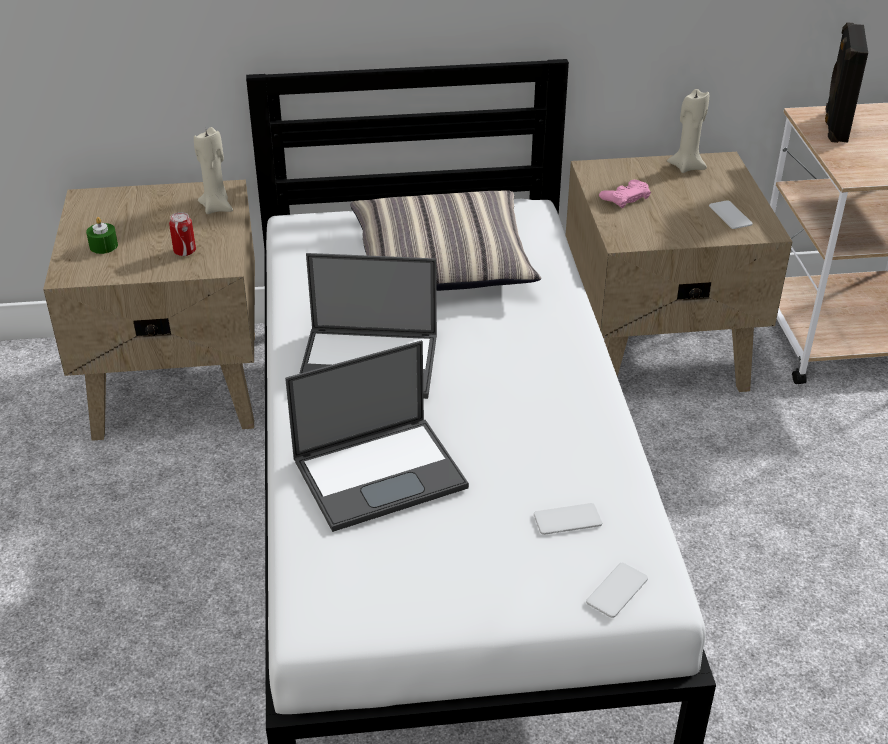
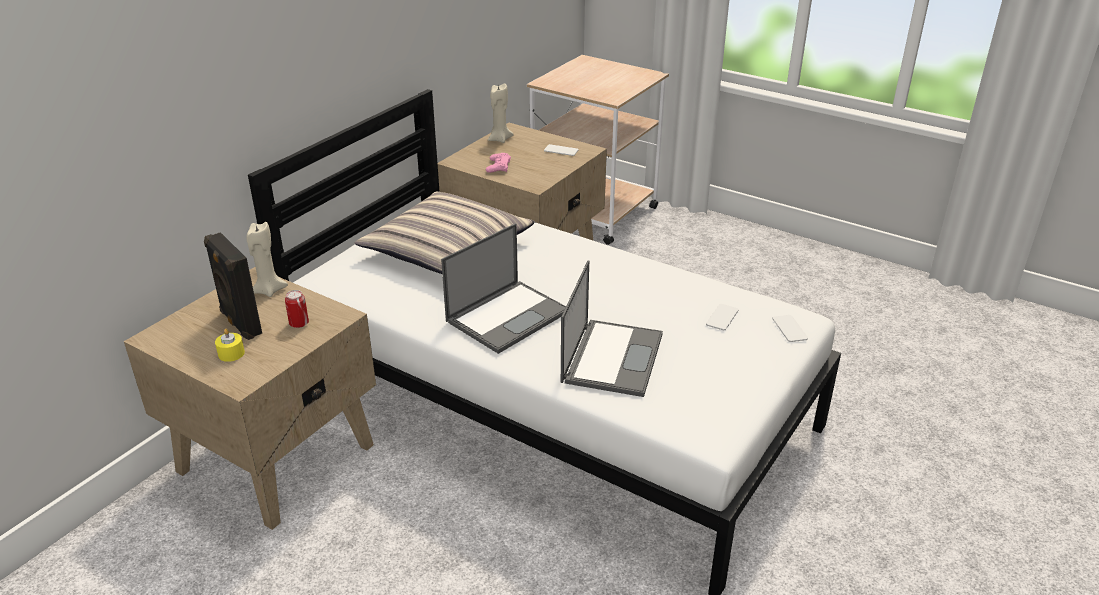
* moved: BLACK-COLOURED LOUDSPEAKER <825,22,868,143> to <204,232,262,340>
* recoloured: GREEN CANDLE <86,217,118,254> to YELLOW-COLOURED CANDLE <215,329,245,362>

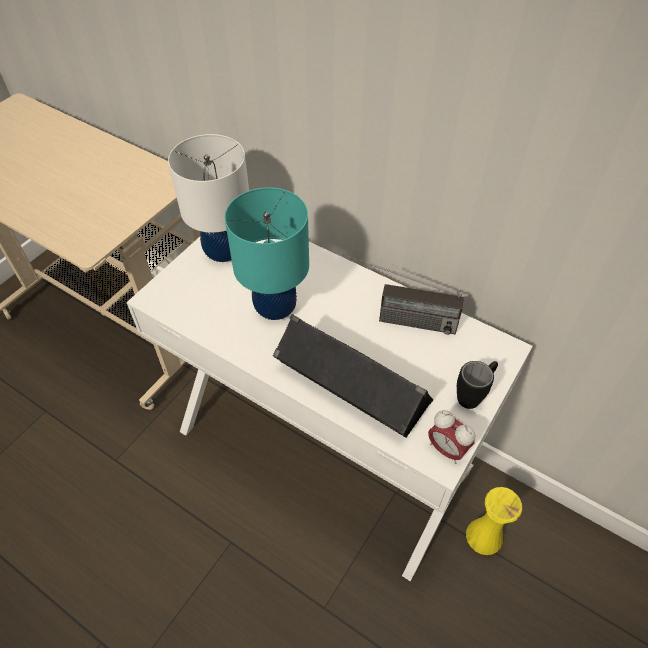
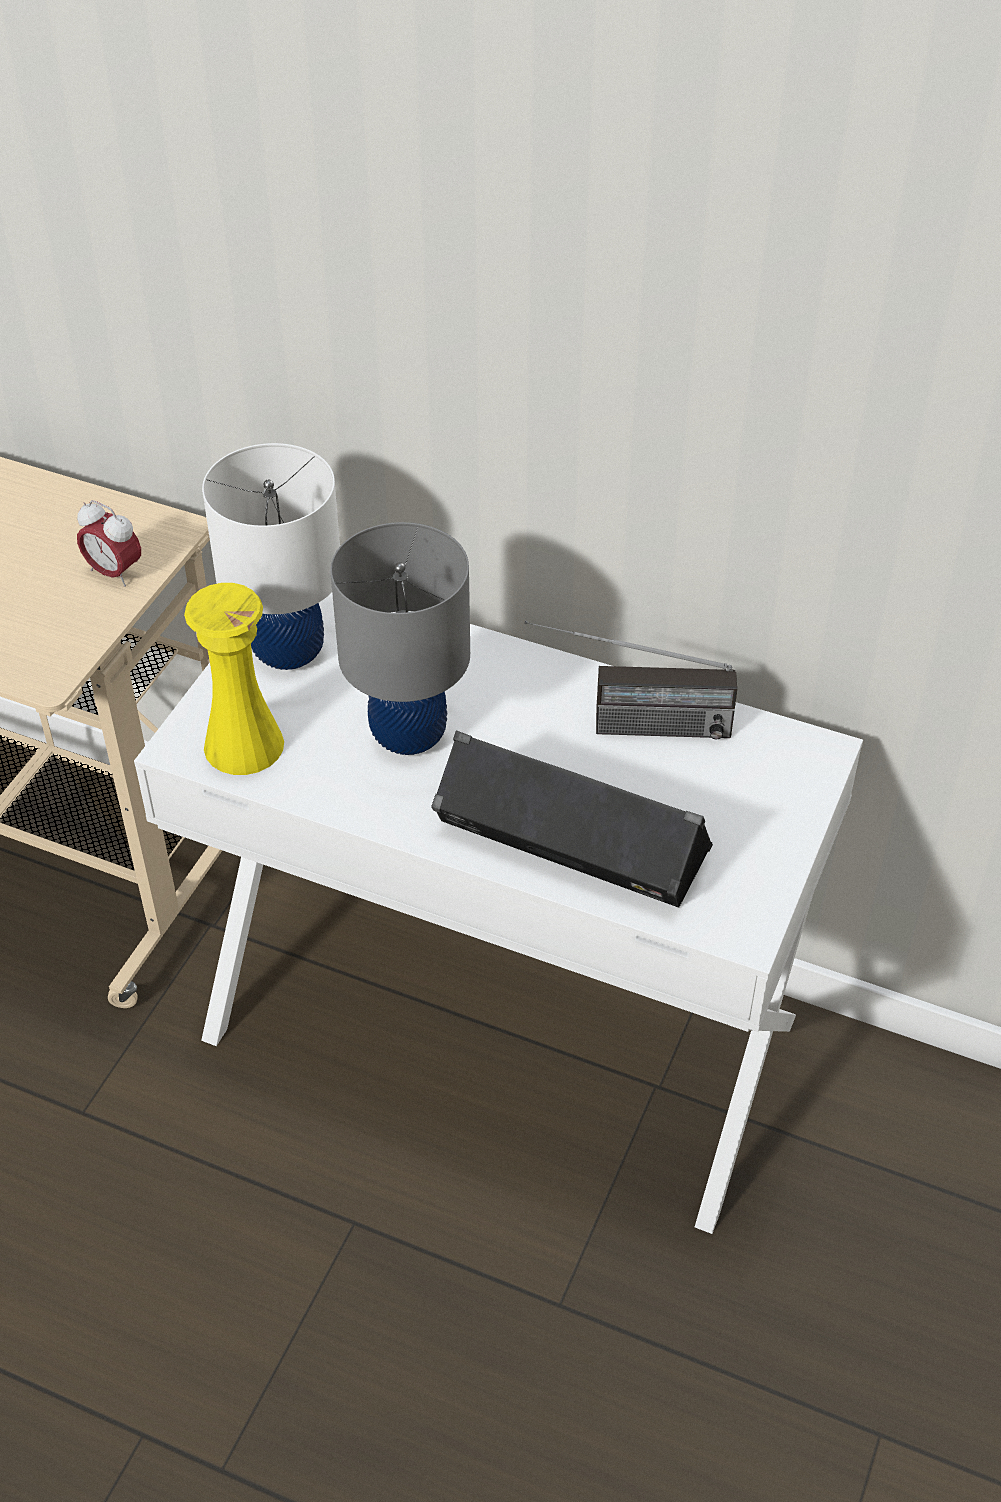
* removed: BLACK-COLOURED MUG <457,361,498,409>
* moved: ALARM CLOCK <428,410,475,464> to <77,500,141,587>
* moved: YELLOW-COLOURED VASE <466,487,522,555> to <184,583,284,775>
* recoloured: TURQUOISE-COLOURED TABLE LAMP <225,187,309,320> to GREY TABLE LAMP <330,522,470,755>

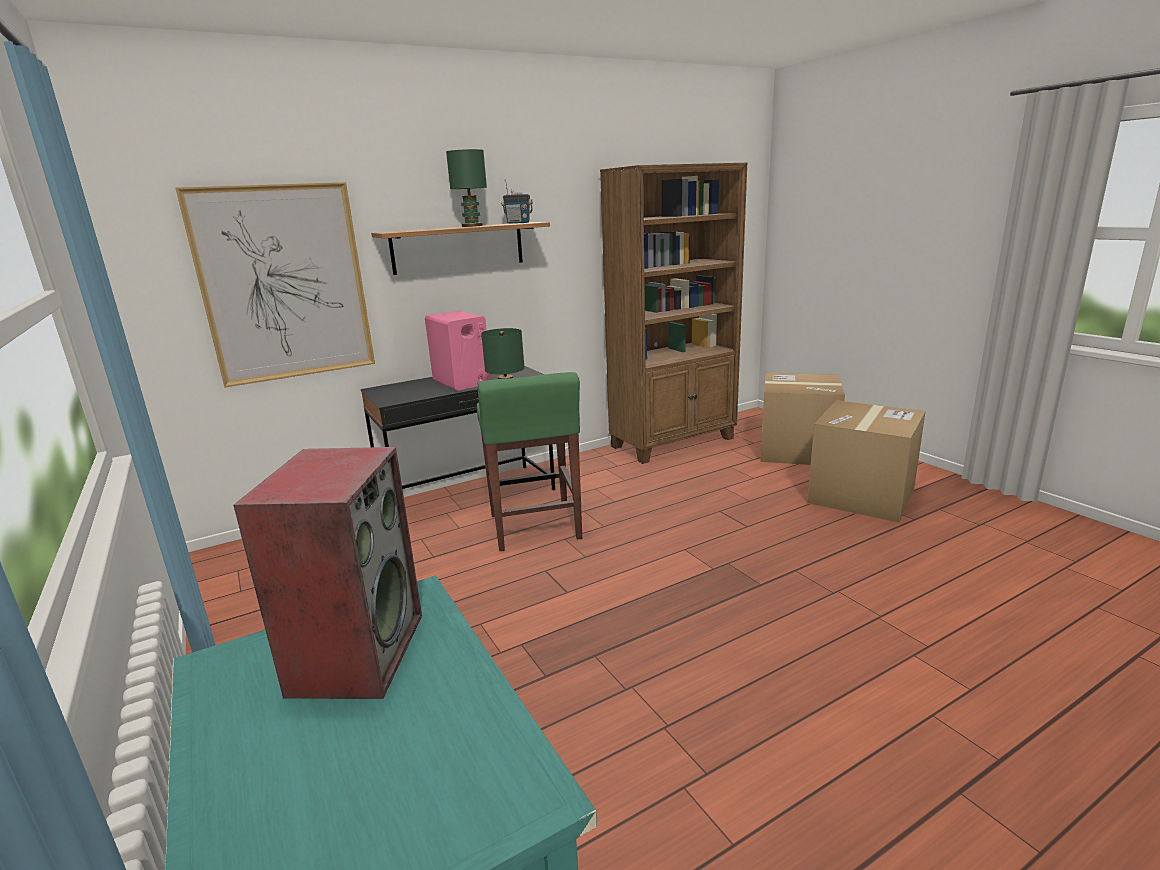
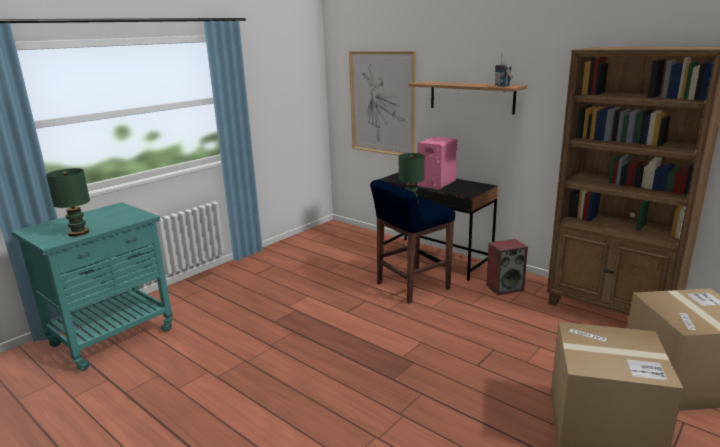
* moved: LOUDSPEAKER <233,447,422,699> to <486,239,528,295>
* moved: GREEN TABLE LAMP <446,149,487,227> to <46,168,90,236>
* recoloured: GREEN SITTING STOOL <477,372,582,551> to BLUE-COLOURED SITTING STOOL <370,180,455,303>

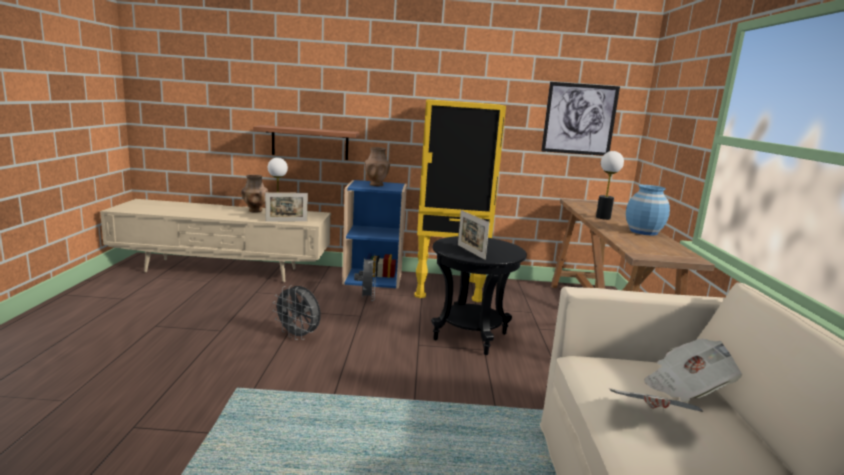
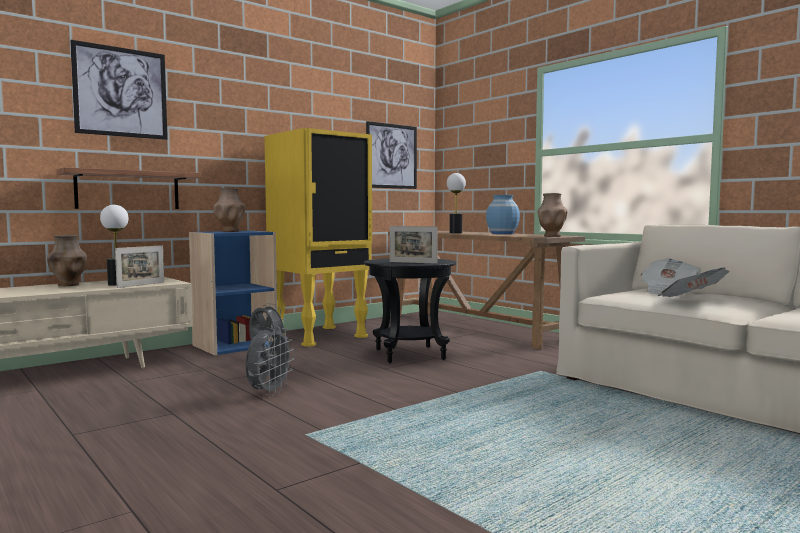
* added: PICTURE <70,40,168,140>
* added: BROWNISH VASE <537,193,567,237>
* turned: GREY ELECTRIC FAN <273,285,321,340> = <246,326,294,396> 60 degrees counterclockwise

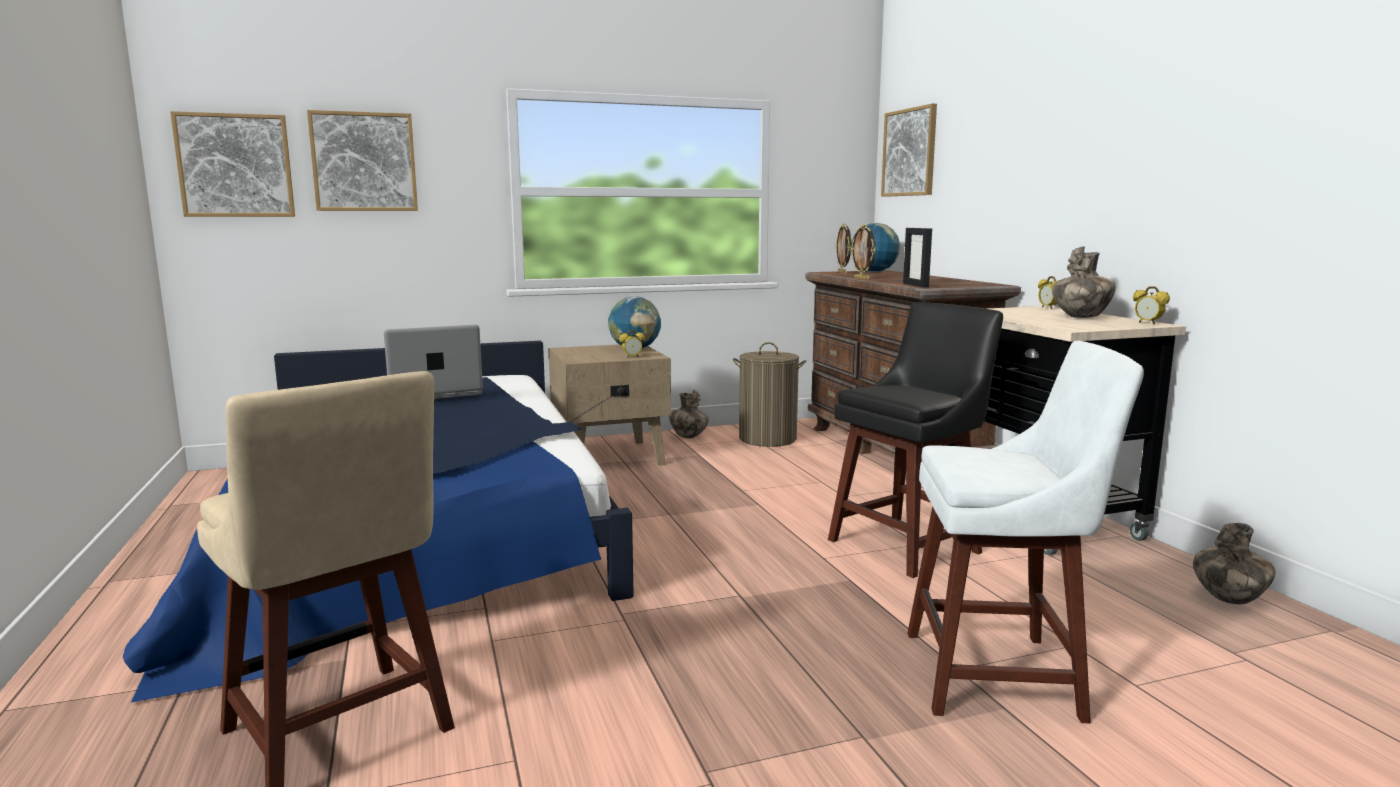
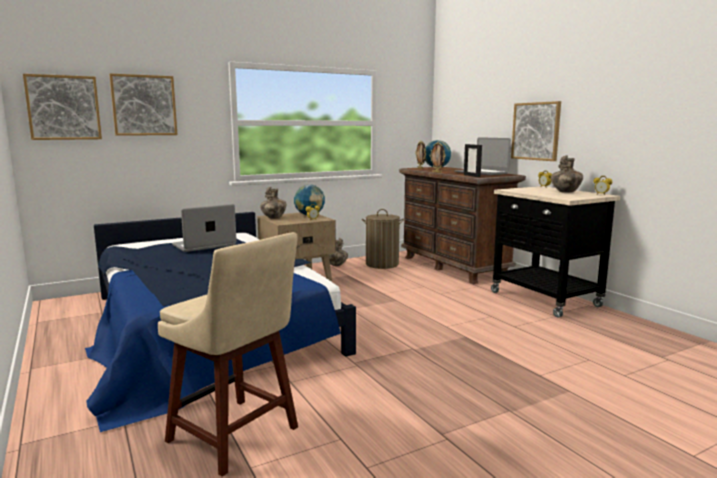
* removed: BLACK-COLOURED PLAIN CHAIR <828,302,1003,578>
* removed: WHITE PLAIN CHAIR <908,341,1144,723>
* added: NOTEBOOK COMPUTER <454,137,511,175>
* moved: PICTURE <881,104,937,197> to <511,101,561,161>
* moved: VASE <1193,523,1275,604> to <260,187,287,219>

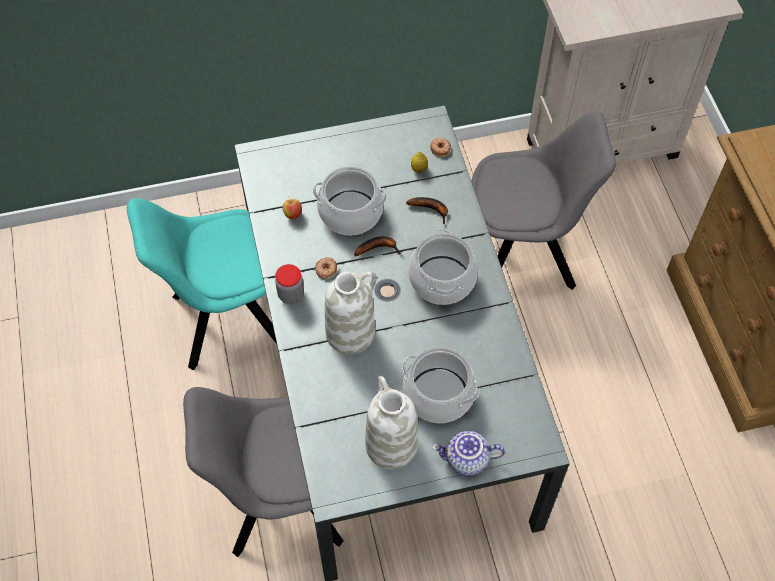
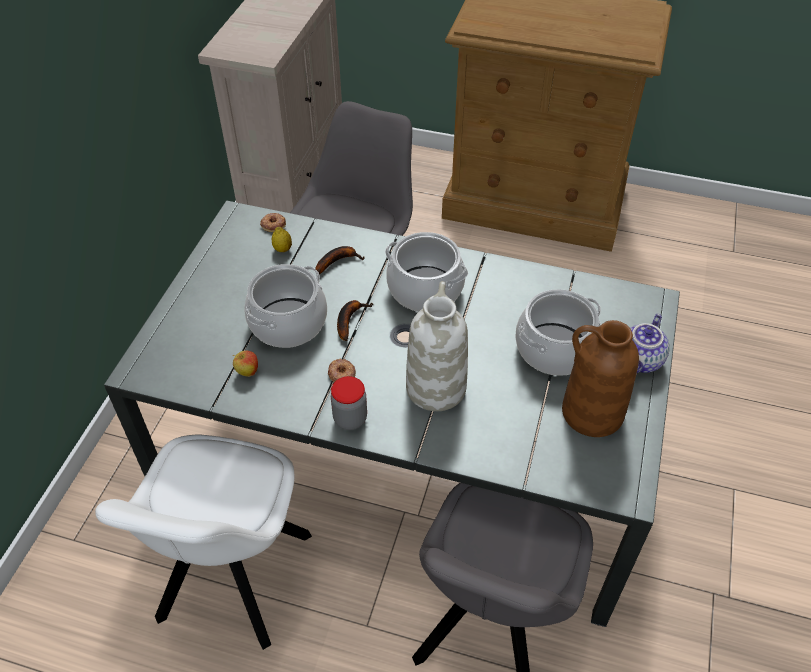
* recoloured: TURQUOISE-COLOURED PLAIN CHAIR <127,198,277,370> to WHITE PLAIN CHAIR <95,435,312,650>
* recoloured: WHITE VASE <365,376,418,469> to BROWNISH VASE <562,320,639,437>

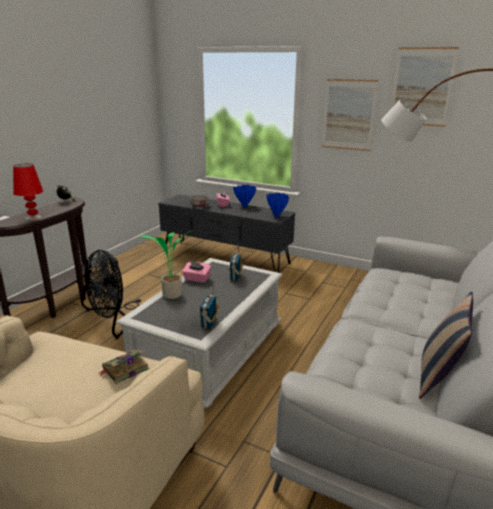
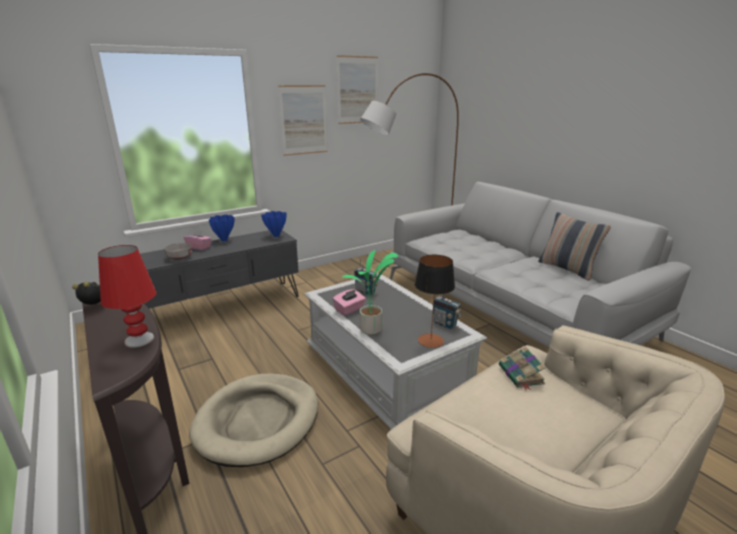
* added: TABLE LAMP <415,255,455,348>
* replaced: BLACK-COLOURED ELECTRIC FAN <81,250,142,339> to BEIGE DOG BED <189,373,318,467>

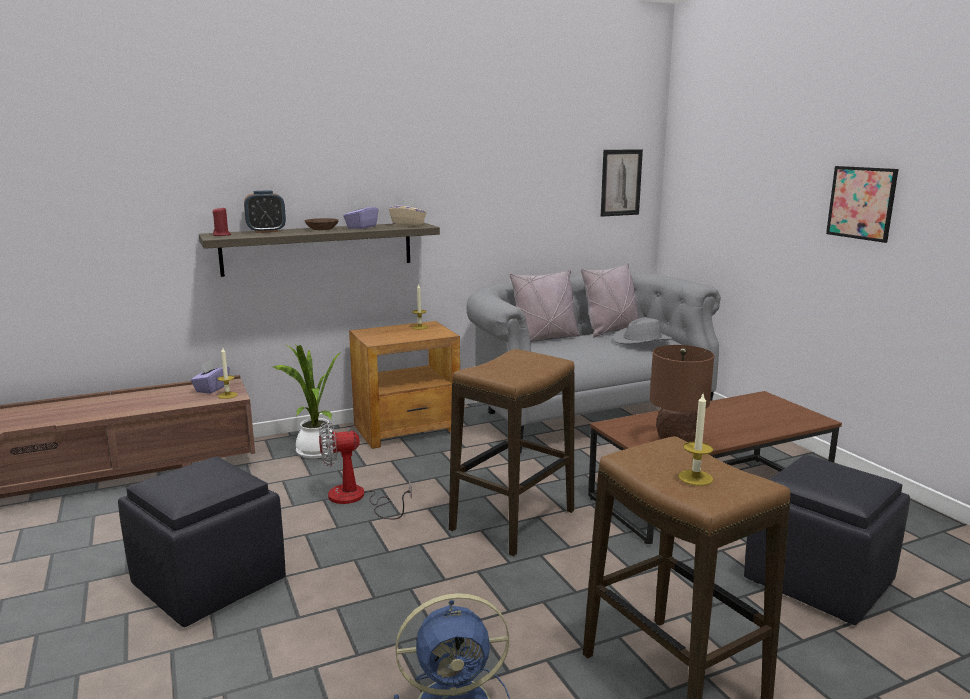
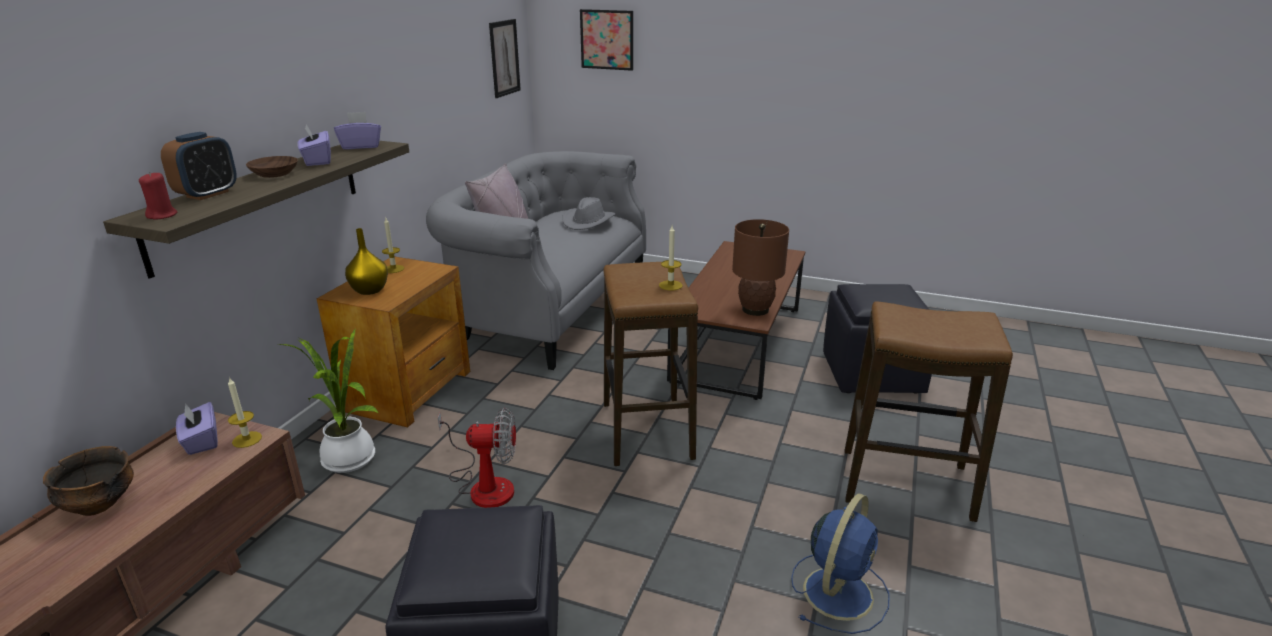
* removed: PURPLE-COLOURED THROW PILLOW <581,263,639,338>
* added: SERVING BOWL <43,446,134,516>
* added: YELLOW-COLOURED VASE <345,228,388,295>
* moved: CANDLE <678,394,713,486> to <659,226,683,290>
* moved: PICTURE <826,166,898,243> to <580,9,633,71>
* recoloured: BEIGE TISSUE HOLDER <389,198,427,226> to PURPLE-COLOURED TISSUE HOLDER <334,112,381,149>
* turned: ELECTRIC FAN <319,421,412,520> = <438,408,516,508> 120 degrees counterclockwise

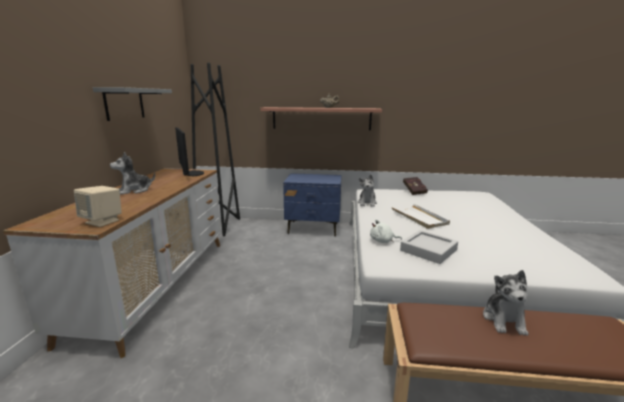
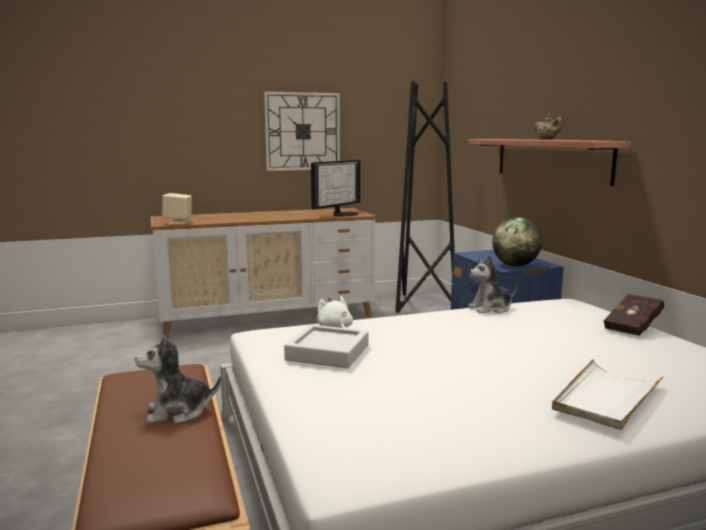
* removed: CUDDLY TOY <110,152,155,195>
* added: DESK GLOBE <493,217,542,266>
* moved: WHITE SERVING TRAY <391,204,450,229> to <552,359,664,430>
* replaced: GREY WALL SHELF <93,87,172,121> to WALL CLOCK <264,91,340,171>

